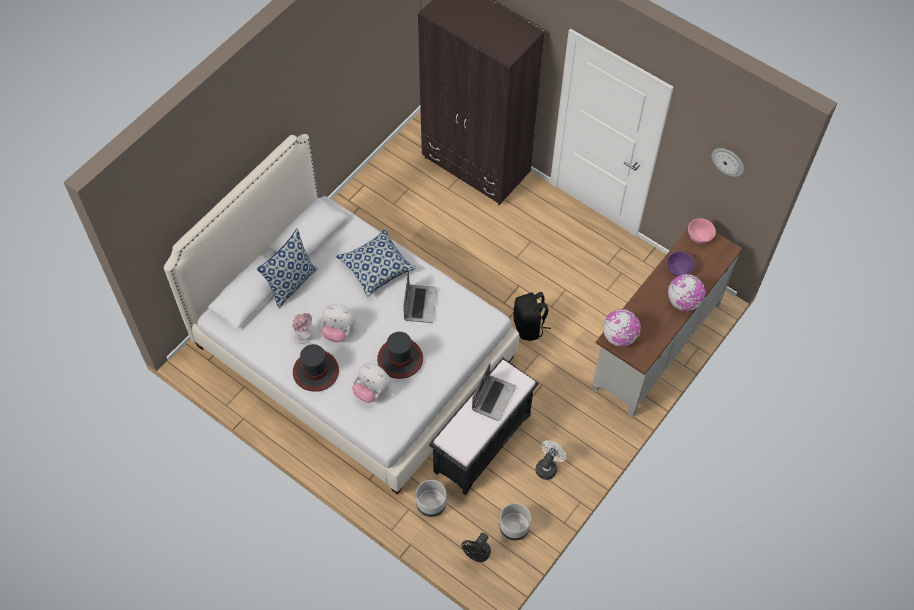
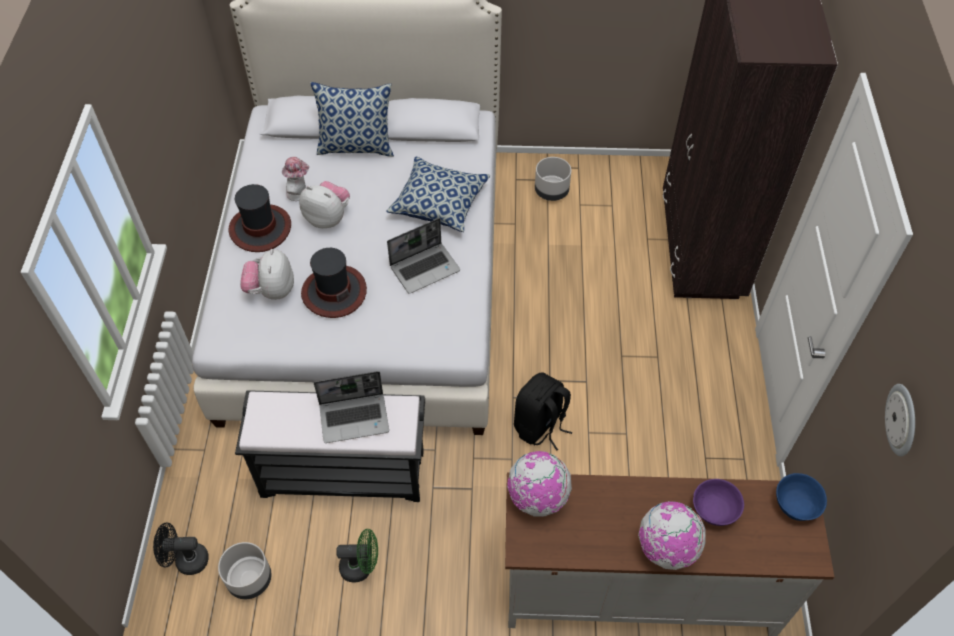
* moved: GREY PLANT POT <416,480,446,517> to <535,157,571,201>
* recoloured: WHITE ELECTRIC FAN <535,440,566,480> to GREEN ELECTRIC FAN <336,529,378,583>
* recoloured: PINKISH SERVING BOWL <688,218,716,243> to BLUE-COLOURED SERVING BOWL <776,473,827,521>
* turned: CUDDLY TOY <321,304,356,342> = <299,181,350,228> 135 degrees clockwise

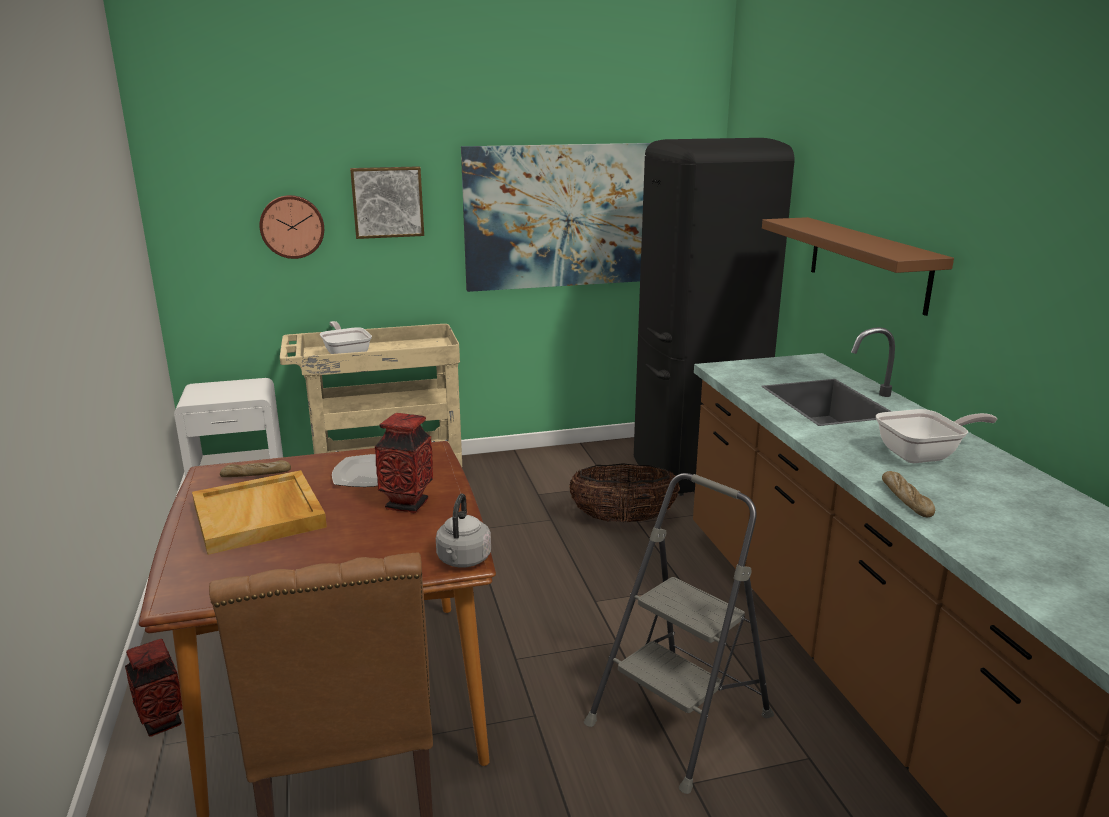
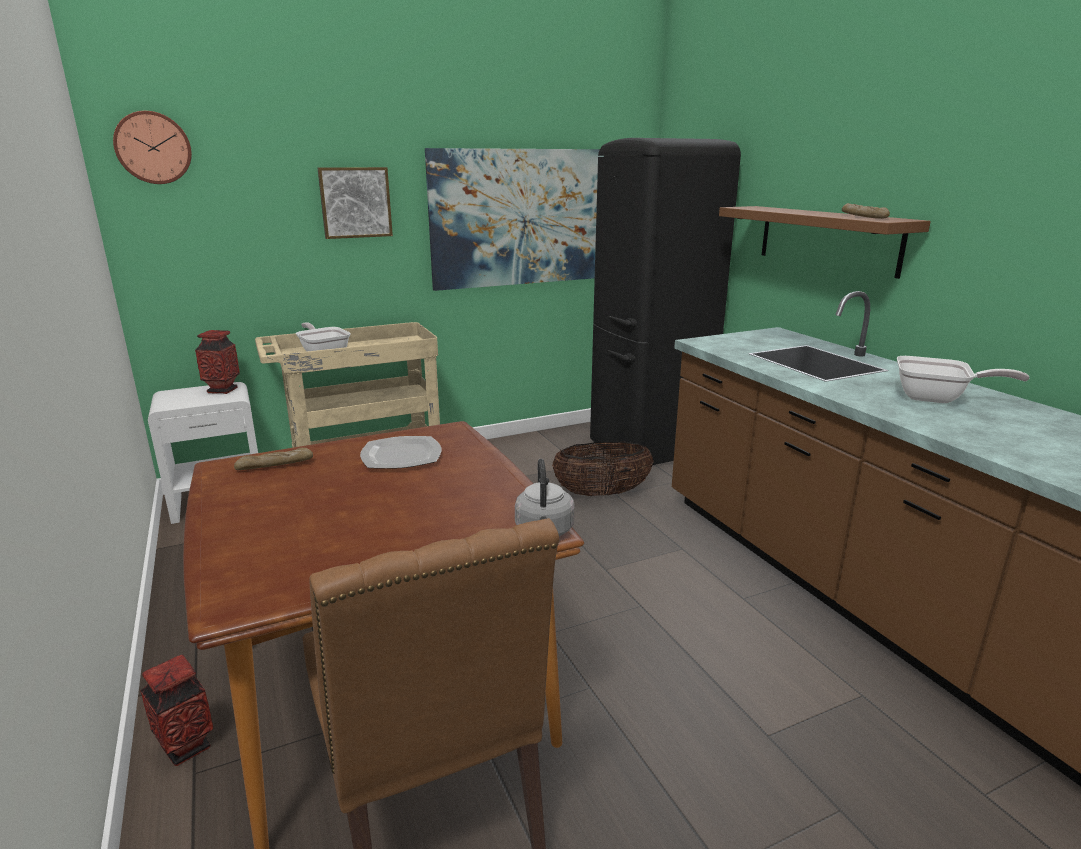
* removed: BEIGE SERVING TRAY <192,470,327,555>
* removed: GREY STEP STOOL <584,473,774,794>
* moved: WALL CLOCK <259,195,324,259> to <113,111,192,184>
* moved: VASE <375,413,433,513> to <195,330,239,394>
* moved: BREAD <882,471,935,517> to <842,203,890,219>
* turned: PAN <876,409,997,463> = <897,356,1029,403> 45 degrees clockwise

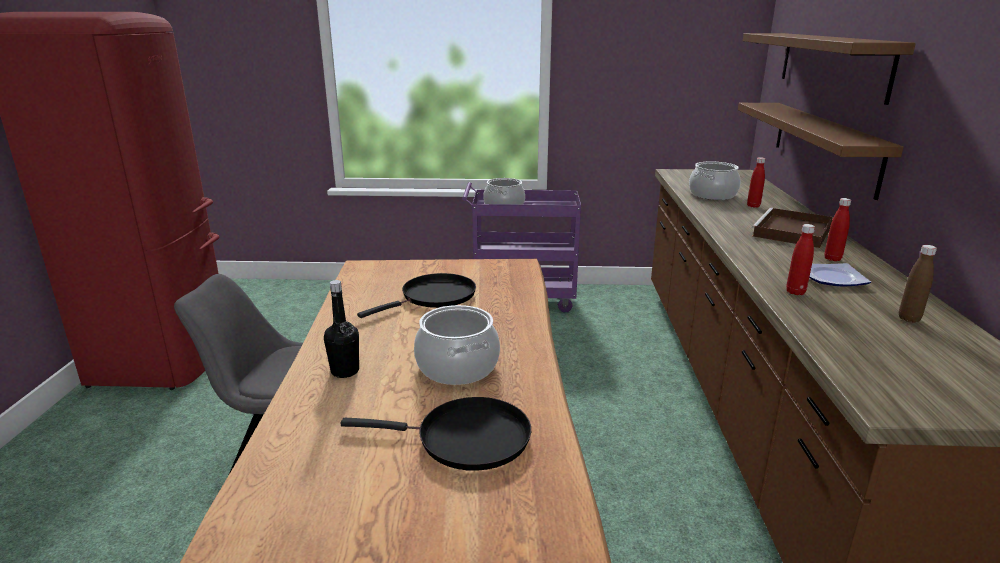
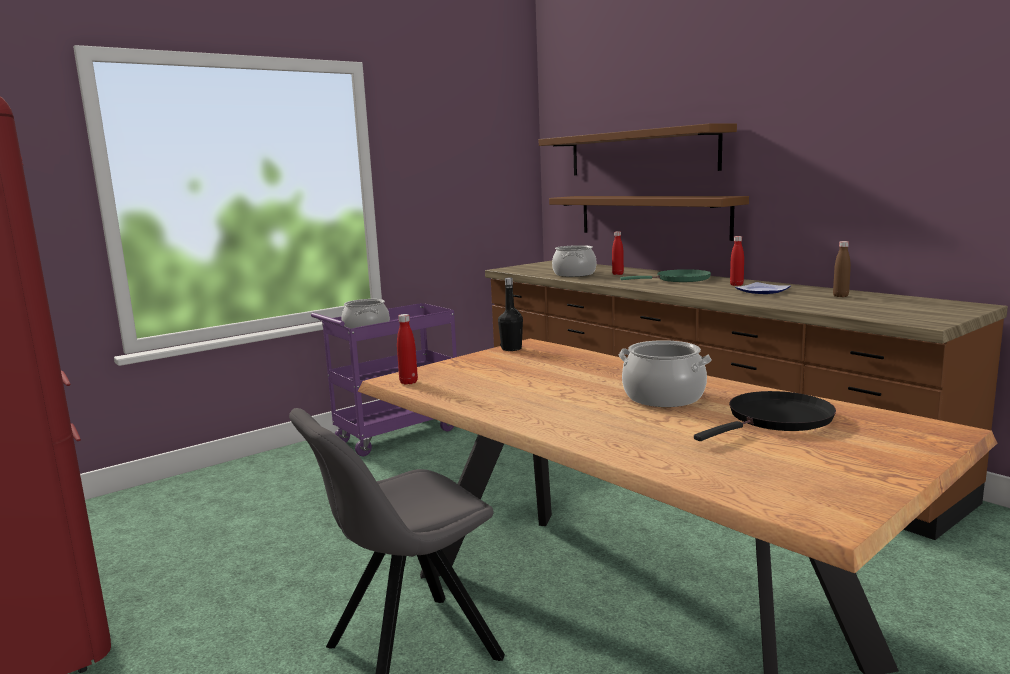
* removed: BLACK-COLOURED PAN <357,273,476,318>
* moved: BLACK-COLOURED BOTTLE <324,280,359,378> to <498,278,523,351>
* moved: RED-COLOURED BOTTLE <786,224,815,295> to <397,314,418,385>
* replaced: BROWNISH SERVING TRAY <751,208,833,248> to GREEN PAN <620,269,711,282>

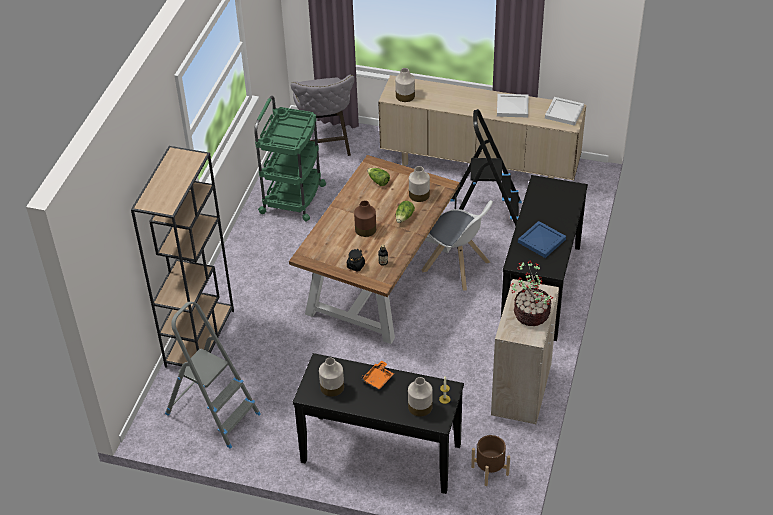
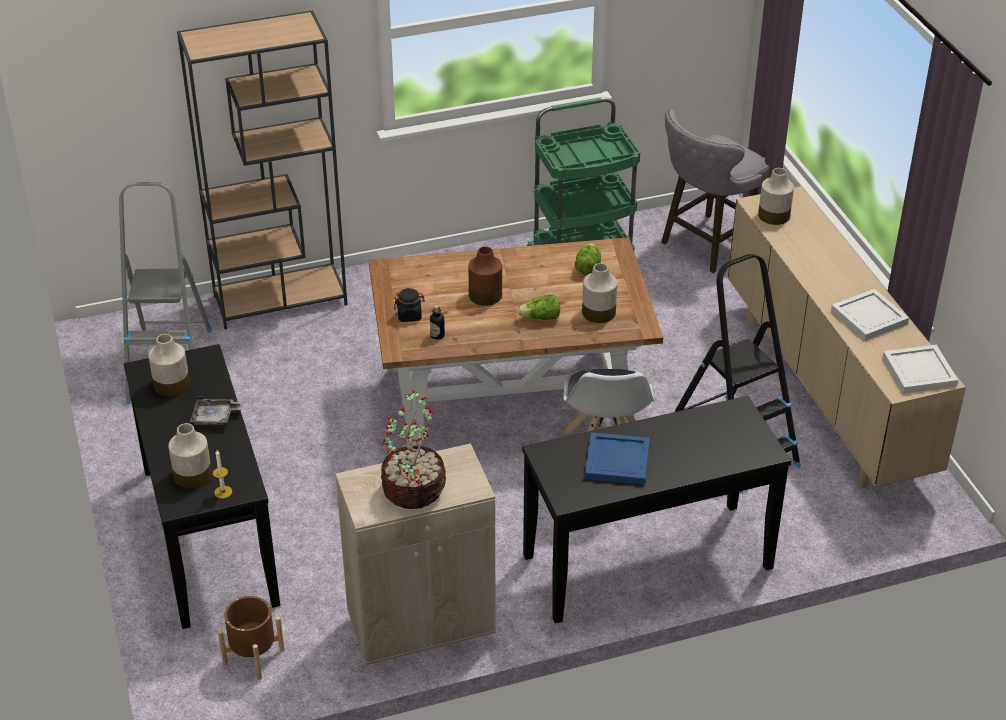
* recoloured: ORANGE SERVING TRAY <361,361,394,390> to GREY SERVING TRAY <190,396,243,425>

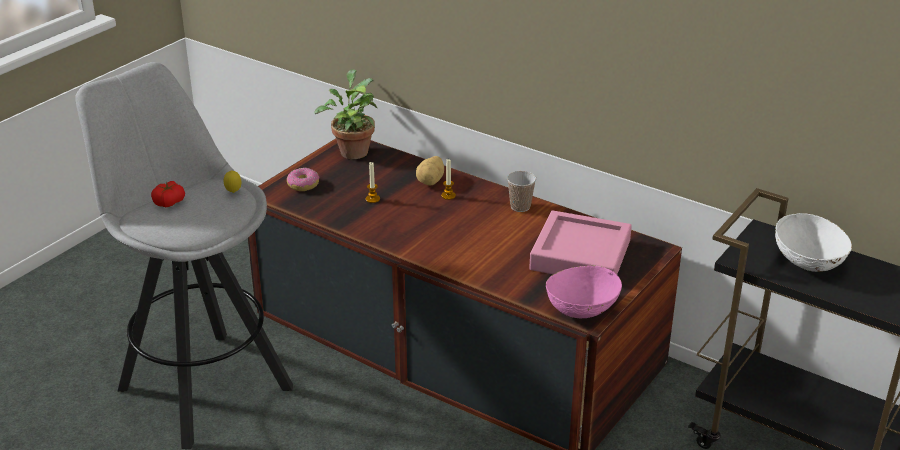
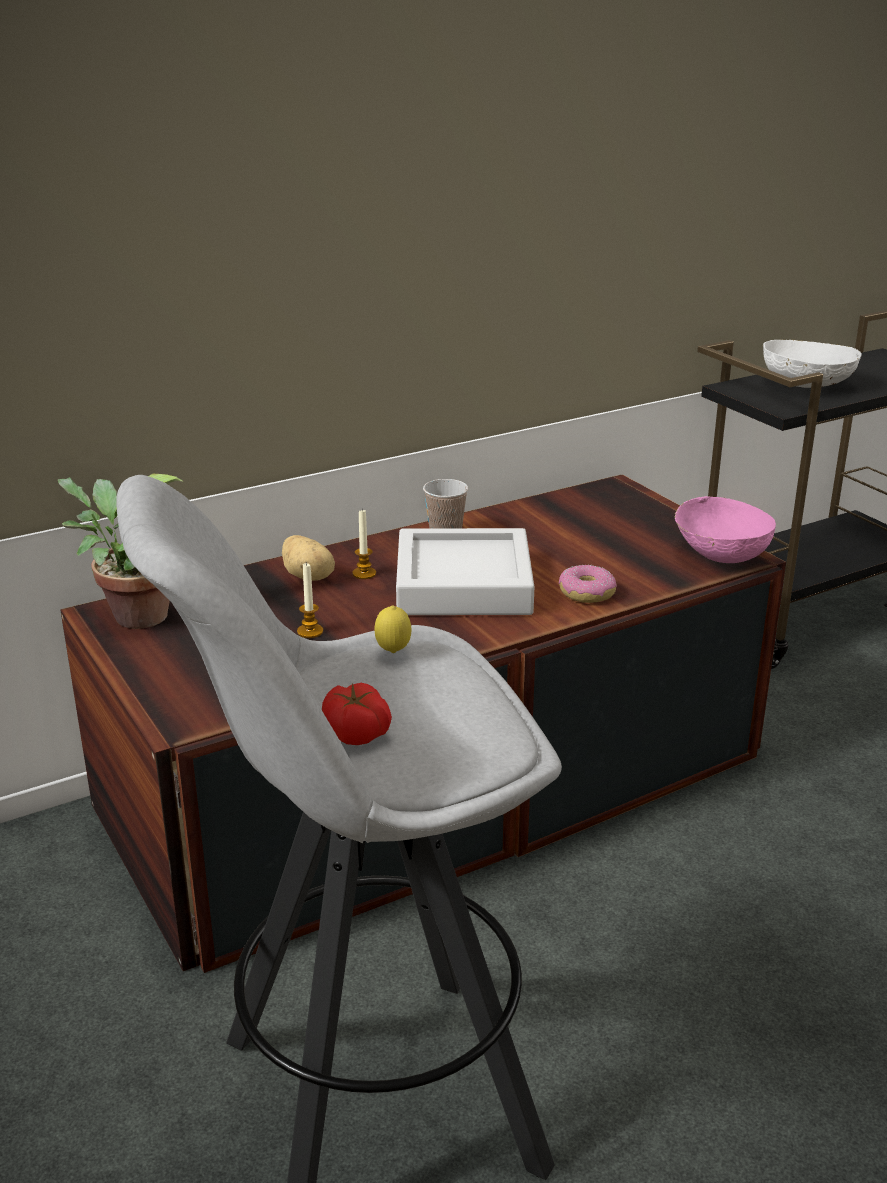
* removed: PINKISH SERVING TRAY <529,210,632,275>
* added: GREY SERVING TRAY <396,528,534,615>
* moved: DOUGHNUT <287,168,320,191> to <559,564,617,603>

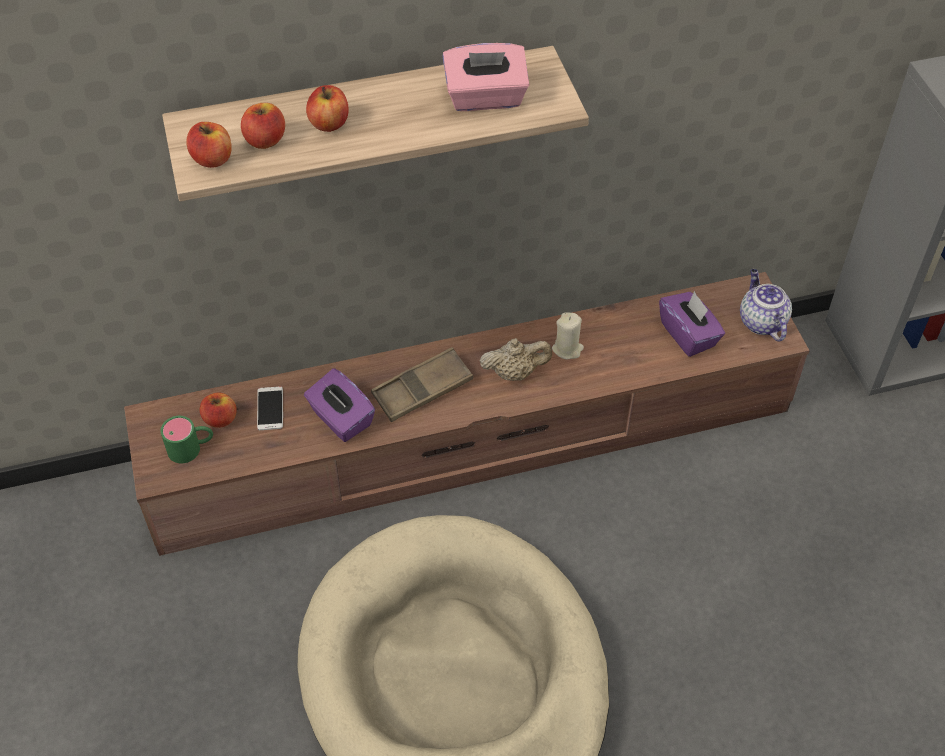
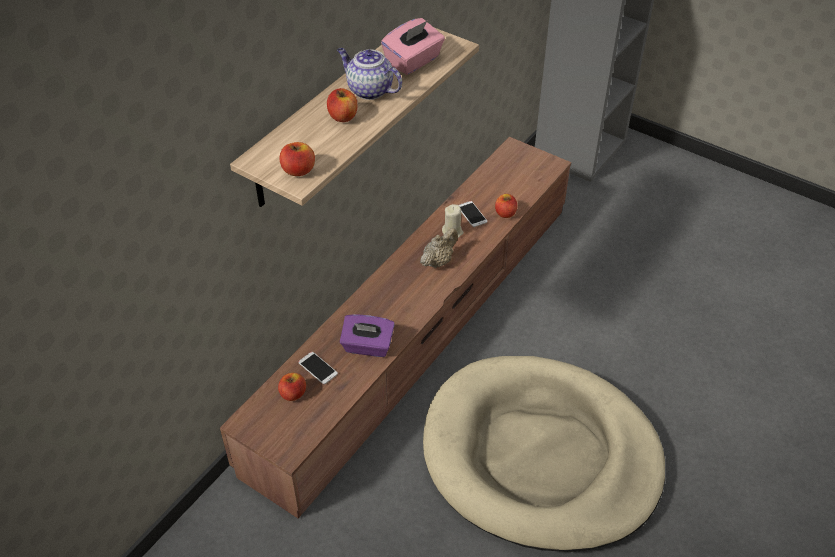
* removed: GREEN MUG <161,416,213,463>
* removed: BROWNISH SERVING TRAY <371,347,473,422>
* removed: PURPLE-COLOURED TISSUE HOLDER <659,291,725,357>
* added: PHONE <459,201,487,227>
* moved: APPLE FRUIT <241,103,285,149> to <495,194,517,218>
* moved: POT FOR TEA <740,269,792,341> to <337,48,402,100>

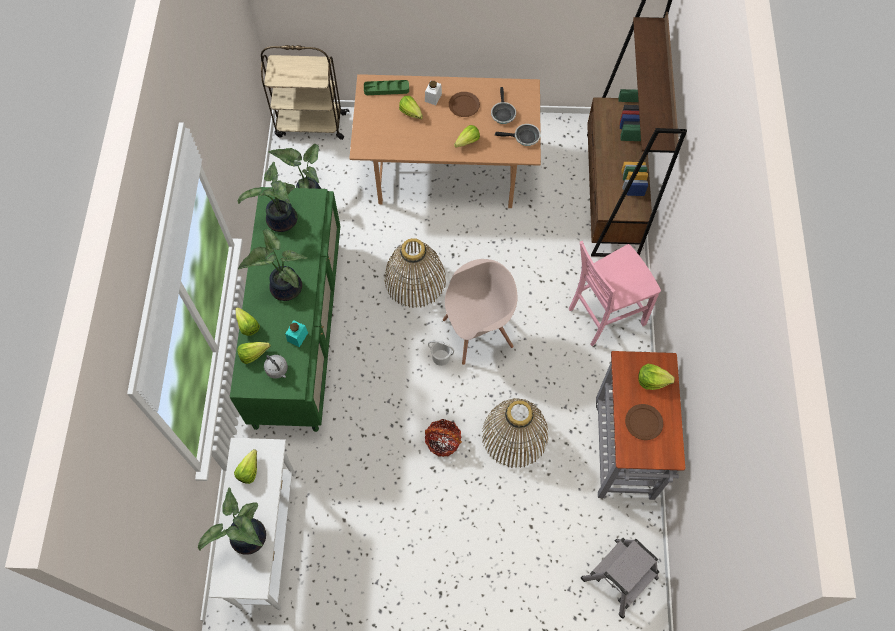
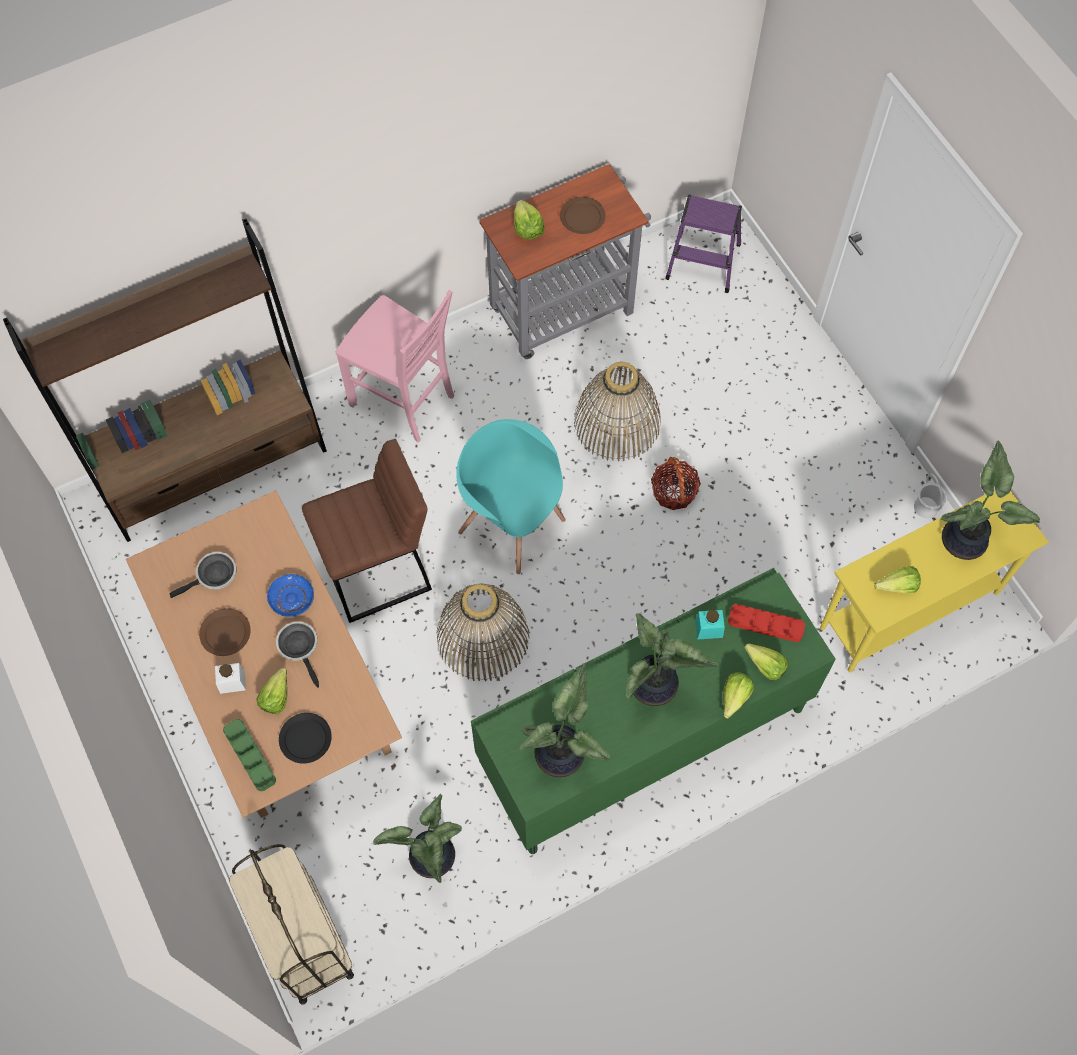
* added: BLACK-COLOURED FLAT DISH <279,713,332,764>
* added: BROWNISH SITTING STOOL <302,439,432,623>
* moved: WHITE PAIL <428,341,454,366> to <914,474,947,518>
* moved: PAN <495,124,540,146> to <276,621,319,688>
* replaced: GREY KETTLE <264,355,288,378> to RED-COLOURED SERVING TRAY <728,604,805,642>
* replaced: HEAD OF LETTUCE <454,125,480,148> to BLUE-COLOURED FLAT DISH <267,574,314,617>
* recoloured: WHITE HALL TABLE <209,438,296,610> to YELLOW-COLOURED HALL TABLE <820,490,1049,672>
* recoloured: BEIGE PLAIN CHAIR <443,259,517,365> to TURQUOISE-COLOURED PLAIN CHAIR <456,419,566,574>
* recoloured: GREY STEP STOOL <581,538,660,619> to PURPLE-COLOURED STEP STOOL <665,194,742,293>

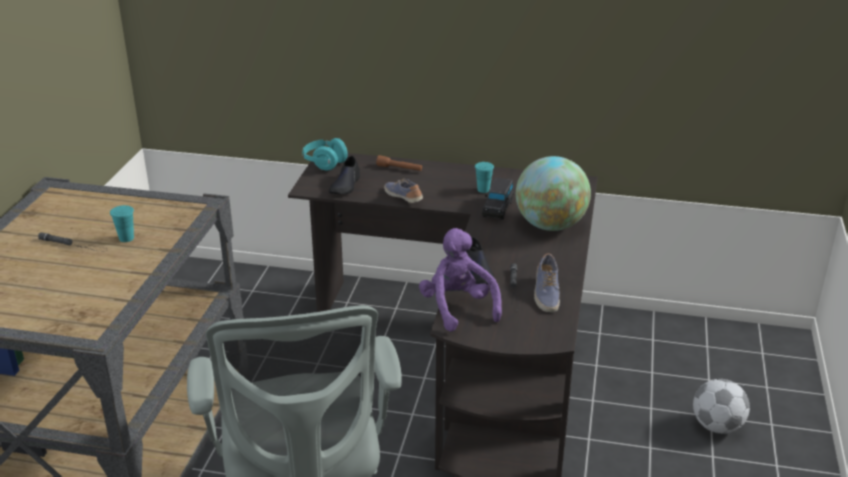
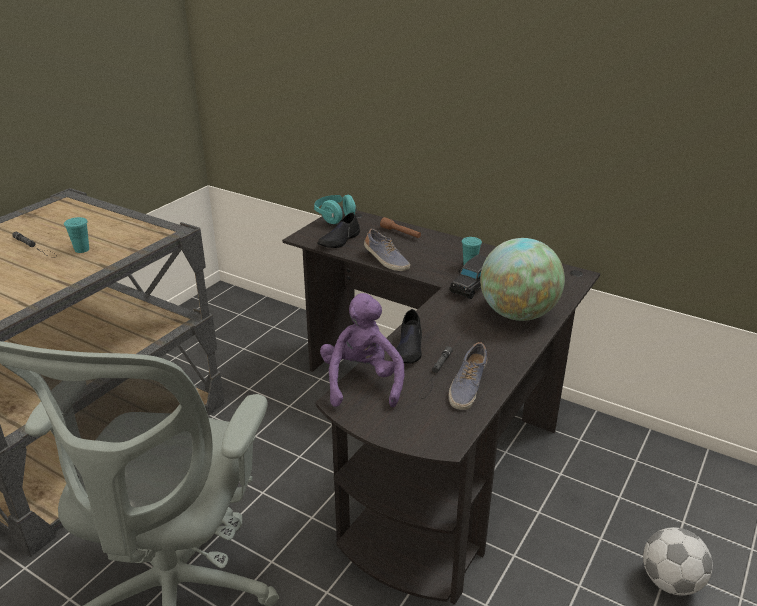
* turned: LOW SHOE <384,178,423,203> = <364,229,410,271> 150 degrees clockwise

